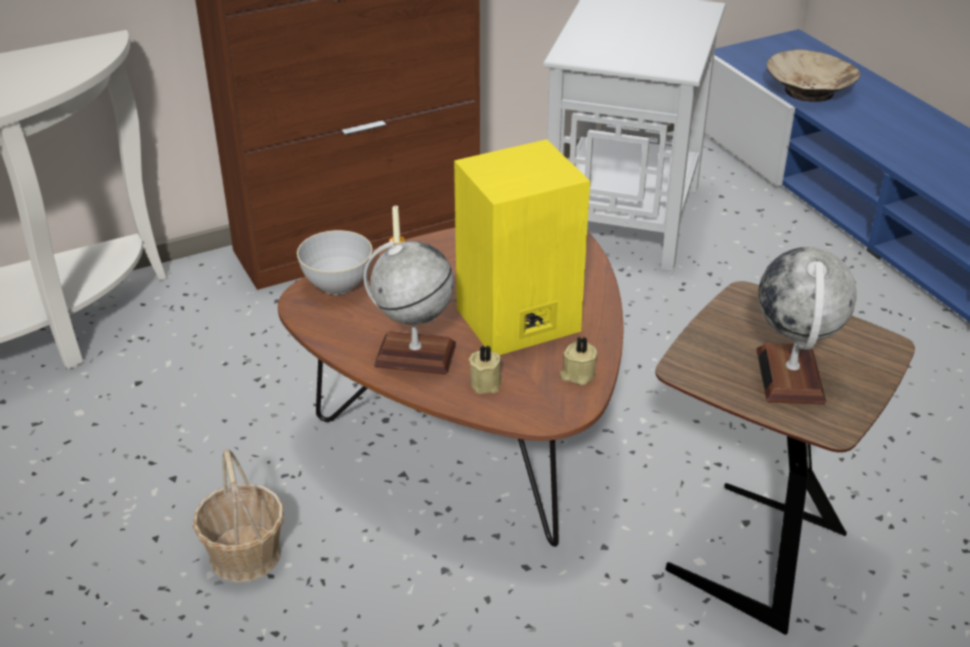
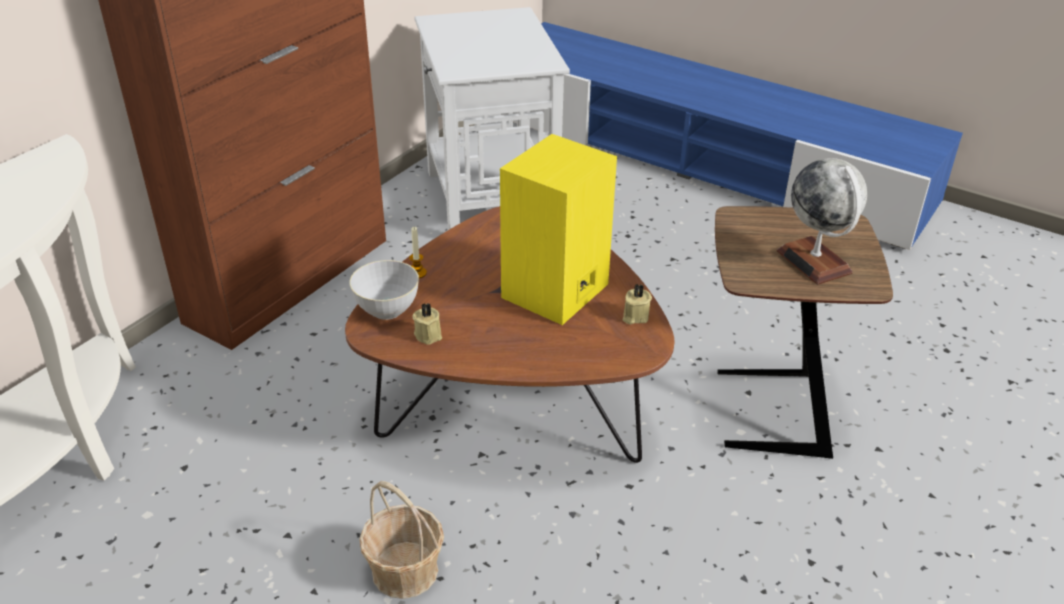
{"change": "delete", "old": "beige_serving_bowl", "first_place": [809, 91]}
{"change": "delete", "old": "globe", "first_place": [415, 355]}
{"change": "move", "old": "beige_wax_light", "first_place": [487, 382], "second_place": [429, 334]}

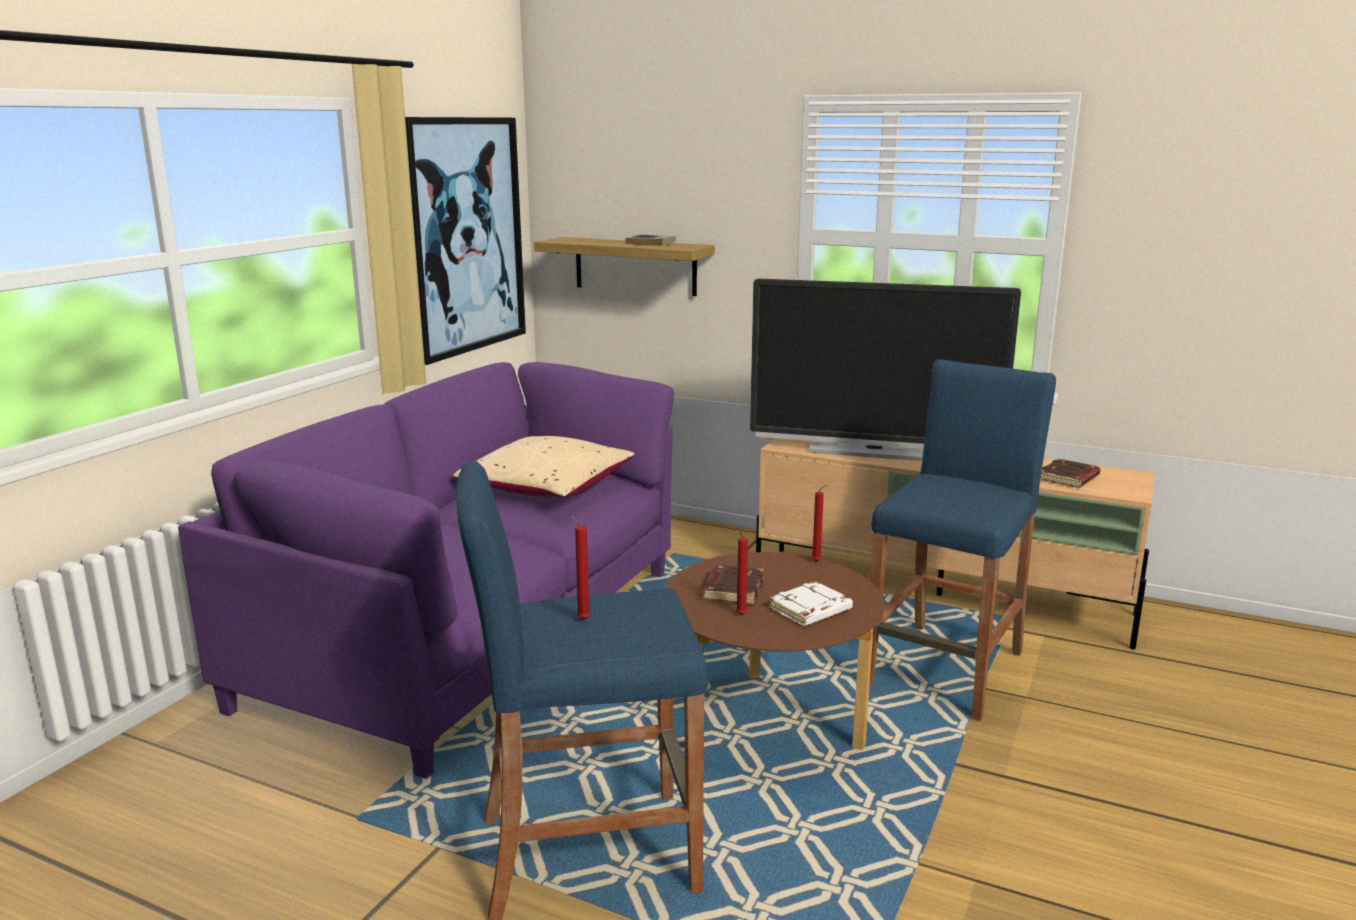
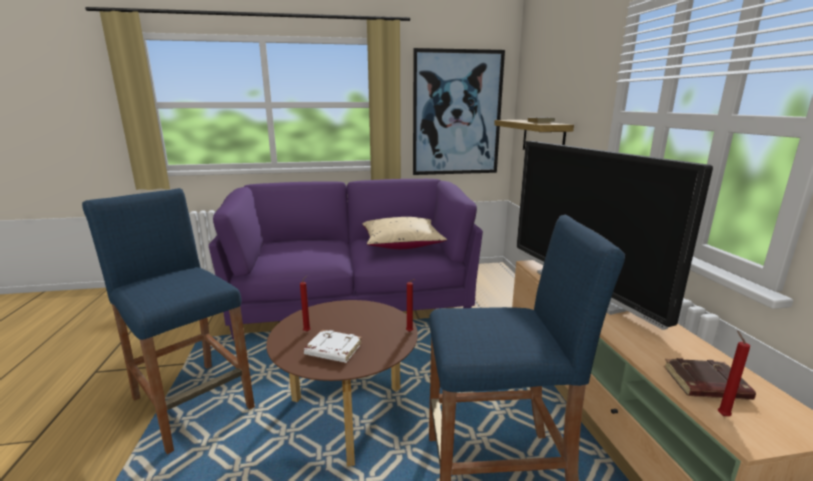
{"change": "move", "old": "reddish_wax_light", "first_place": [581, 619], "second_place": [721, 414]}
{"change": "delete", "old": "brown_bound_book", "first_place": [732, 589]}

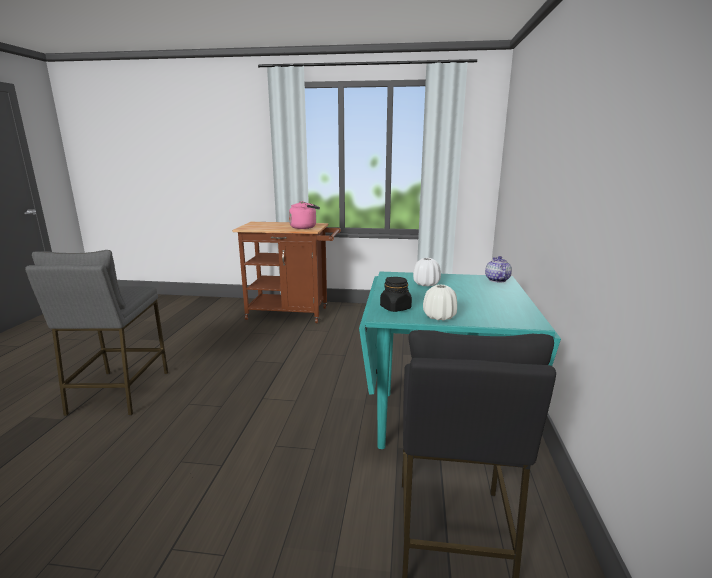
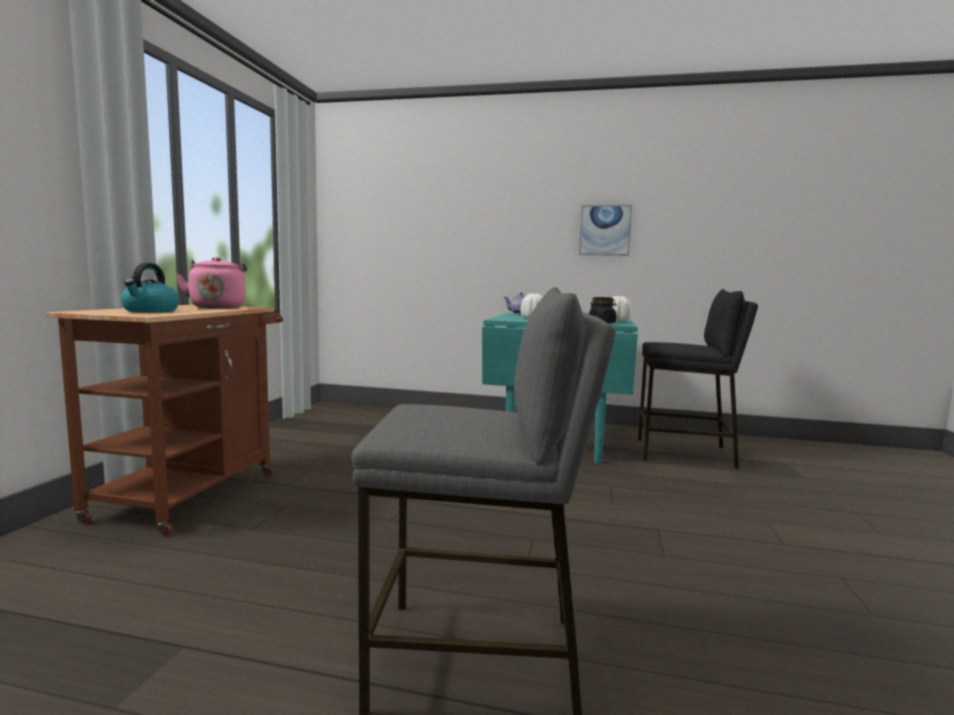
{"change": "insert", "new": "picture", "second_place": [605, 230]}
{"change": "insert", "new": "tea_kettle", "second_place": [150, 311]}

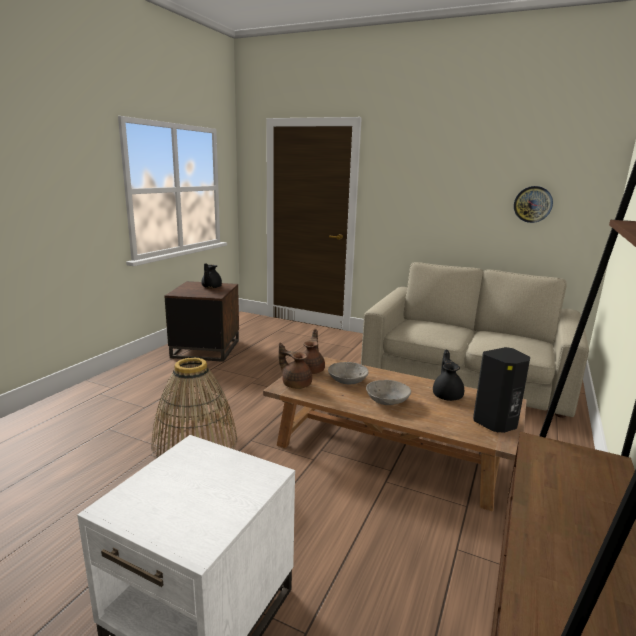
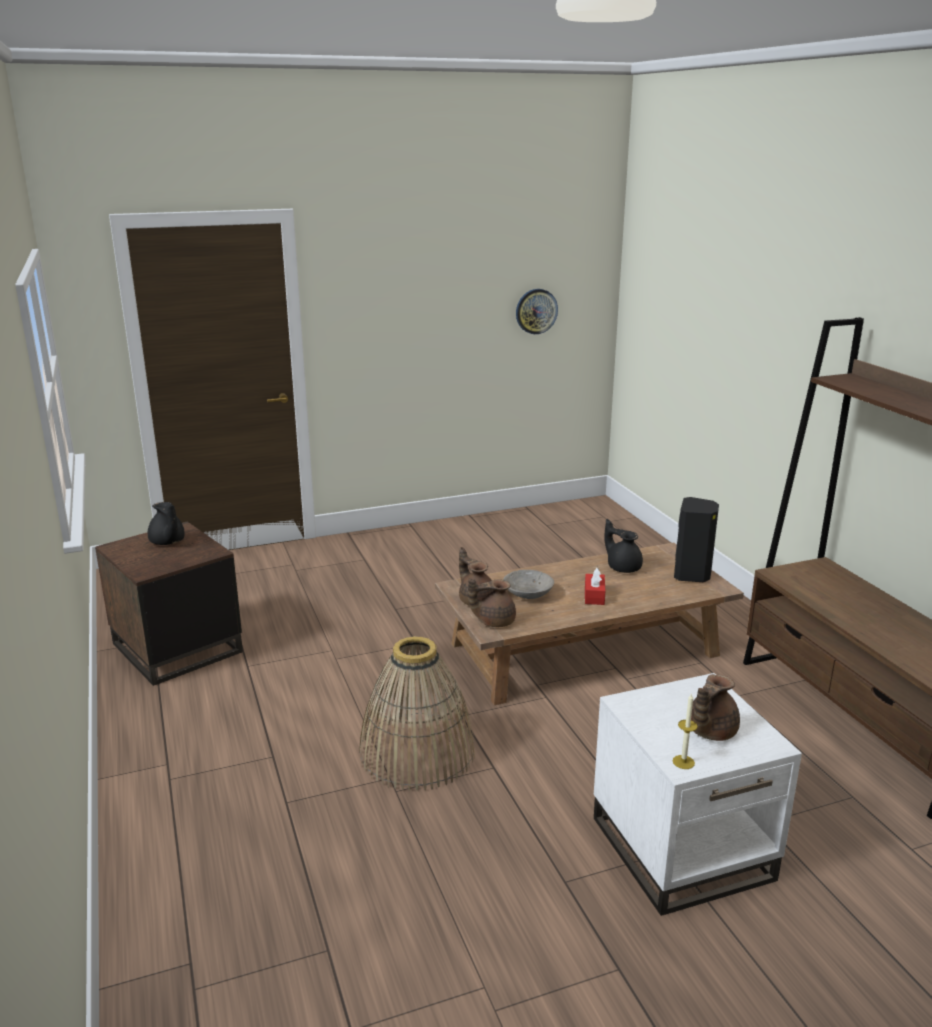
{"change": "delete", "old": "beige_couch", "first_place": [466, 375]}
{"change": "replace", "old": "gray_serving_bowl", "new": "reddish_tissue_box", "first_place": [387, 400], "second_place": [594, 596]}
{"change": "insert", "new": "brown_teapot", "second_place": [709, 731]}
{"change": "insert", "new": "wax_light", "second_place": [683, 762]}

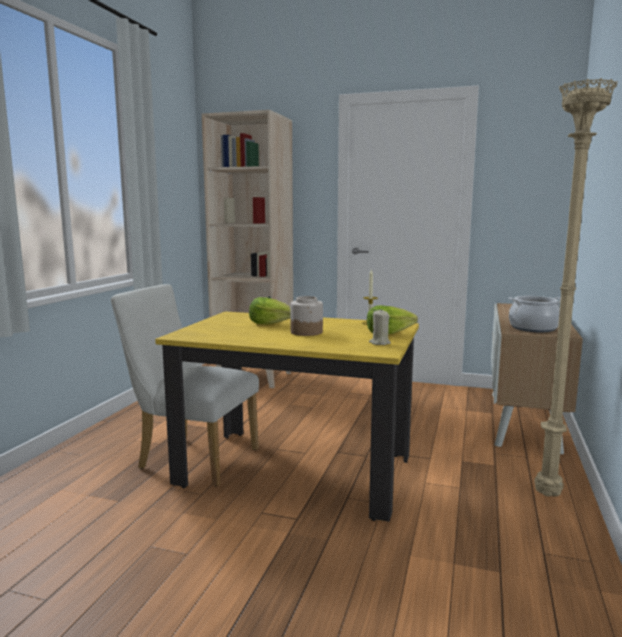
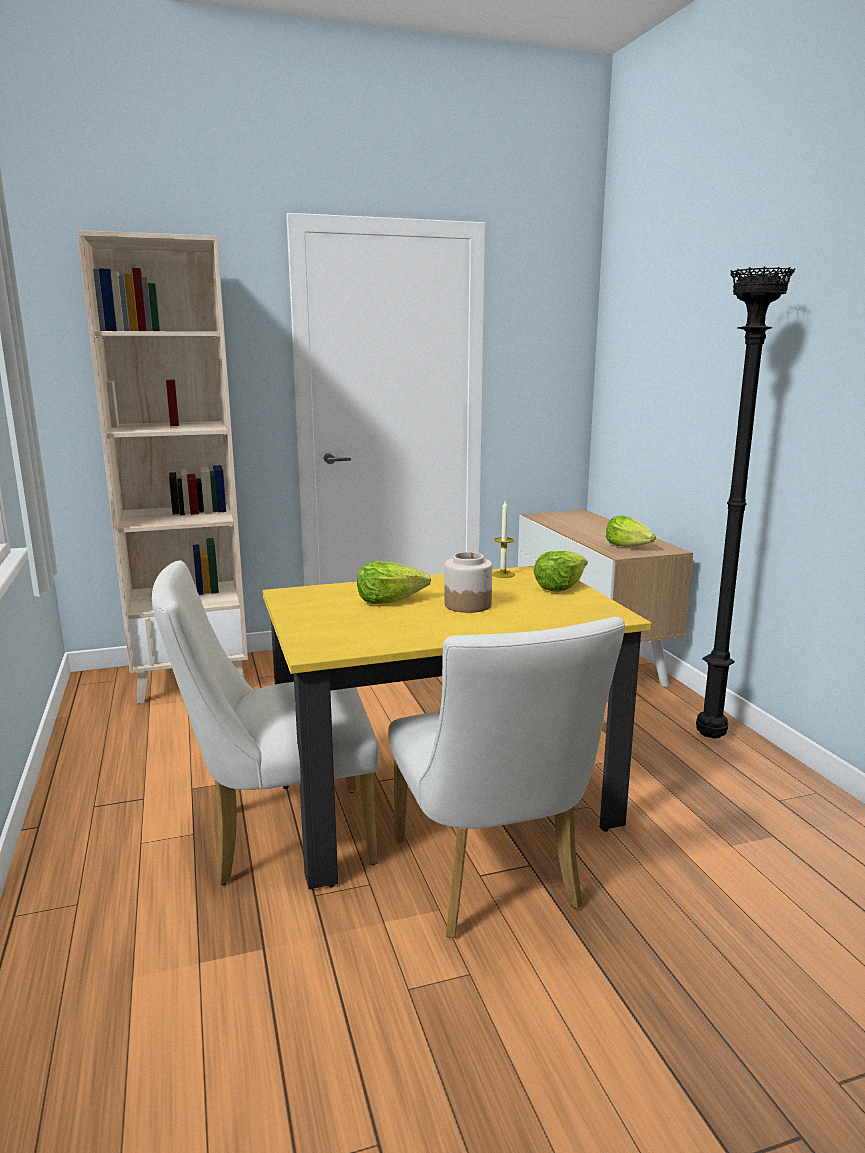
{"change": "recolor", "old": "beige_floor_lamp", "new": "black-coloured_floor_lamp", "first_place": [547, 494], "second_place": [709, 736]}
{"change": "replace", "old": "saucepot", "new": "lettuce_head", "first_place": [533, 328], "second_place": [629, 546]}
{"change": "delete", "old": "beige_wax_light", "first_place": [379, 343]}
{"change": "insert", "new": "white_chair", "second_place": [491, 882]}

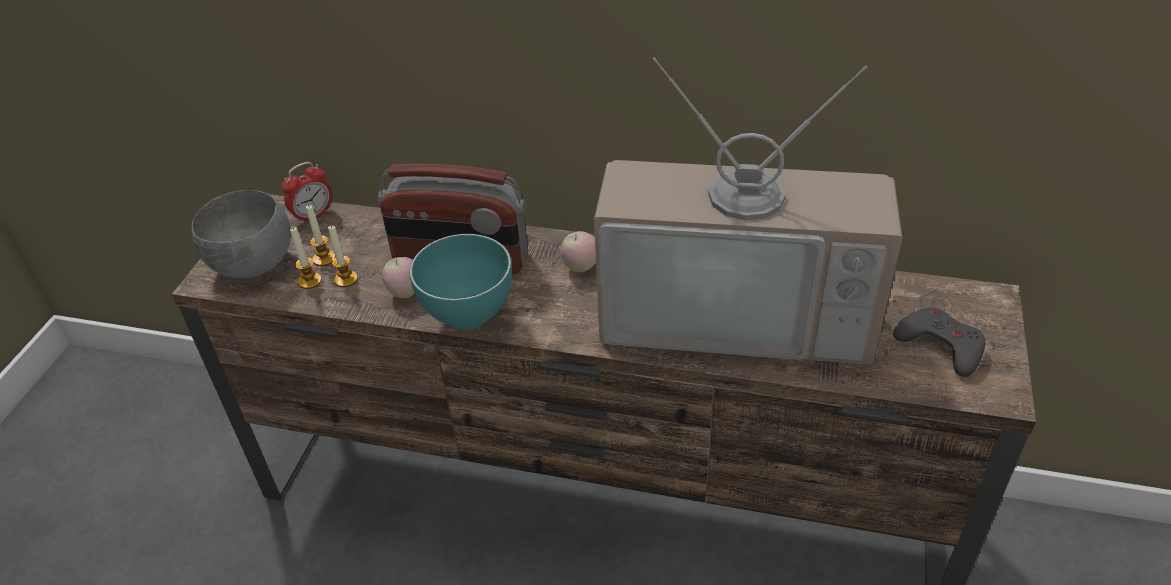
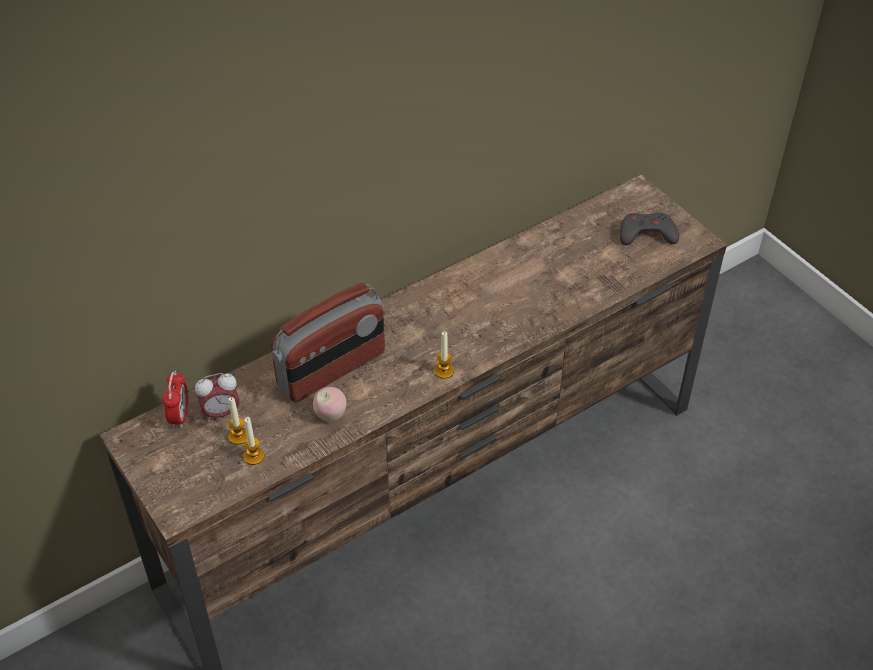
{"change": "delete", "old": "television", "first_place": [737, 310]}
{"change": "delete", "old": "gray_serving_bowl", "first_place": [253, 266]}
{"change": "move", "old": "wax_light", "first_place": [346, 279], "second_place": [444, 371]}
{"change": "delete", "old": "whole_apple", "first_place": [580, 267]}
{"change": "delete", "old": "turquoise_serving_bowl", "first_place": [469, 317]}
{"change": "insert", "new": "bedside_clock", "second_place": [221, 413]}

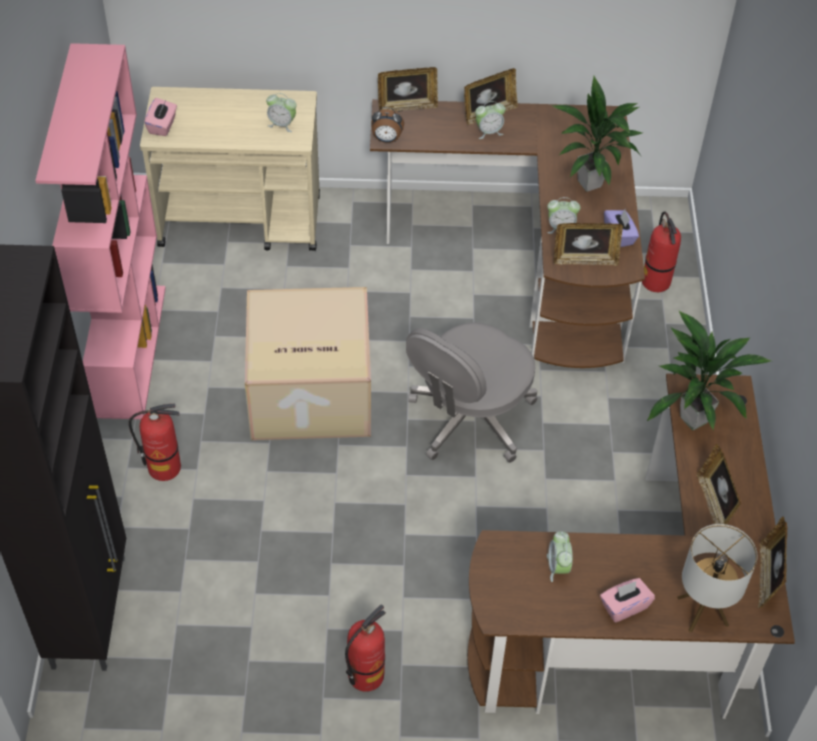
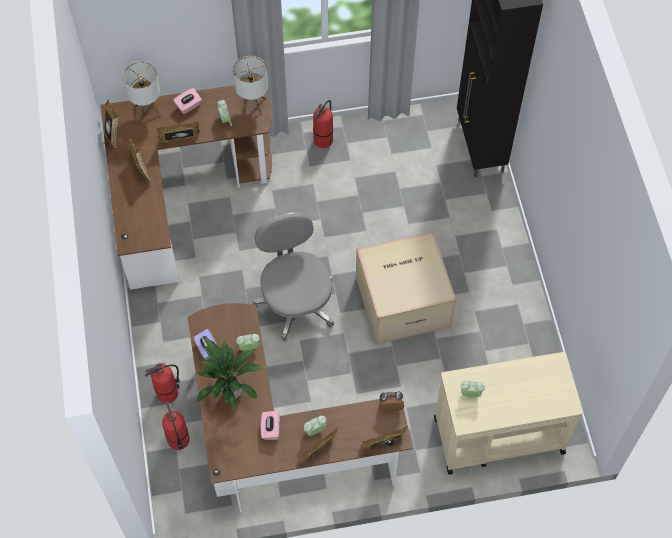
{"change": "delete", "old": "pinkish_shelving_unit", "first_place": [130, 349]}
{"change": "move", "old": "pinkish_tissue_box", "first_place": [162, 126], "second_place": [270, 429]}
{"change": "move", "old": "picture_frame", "first_place": [585, 260], "second_place": [180, 140]}
{"change": "delete", "old": "plant_in_a_pot", "first_place": [693, 418]}
{"change": "rotate", "old": "gray_office_chair", "first_place": [469, 419], "second_place": [295, 301], "degrees": -45}
{"change": "move", "old": "extinguisher", "first_place": [164, 468], "second_place": [167, 394]}
{"change": "insert", "new": "table_lamp", "second_place": [253, 105]}

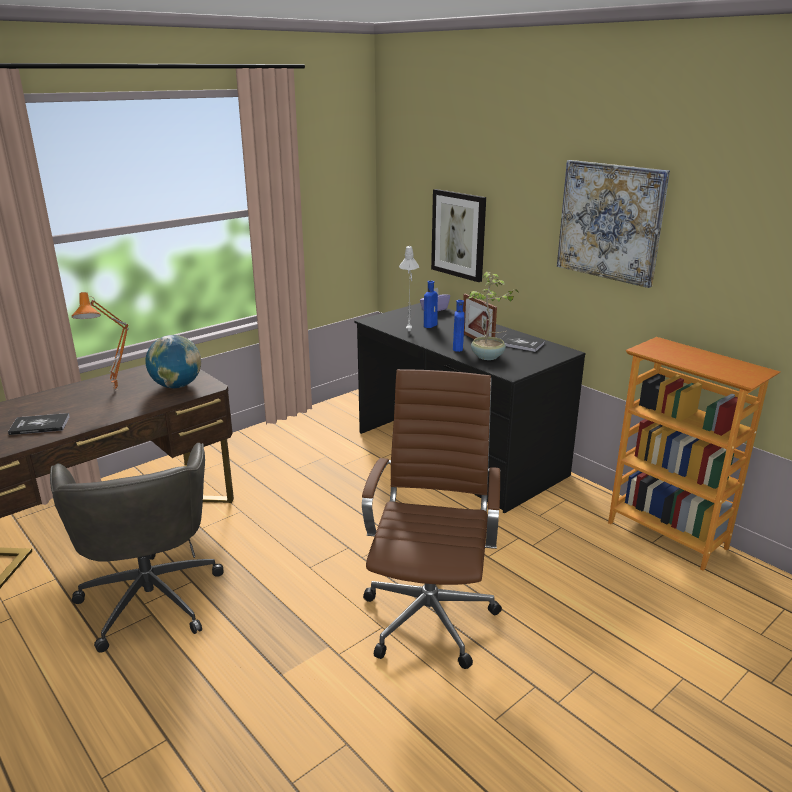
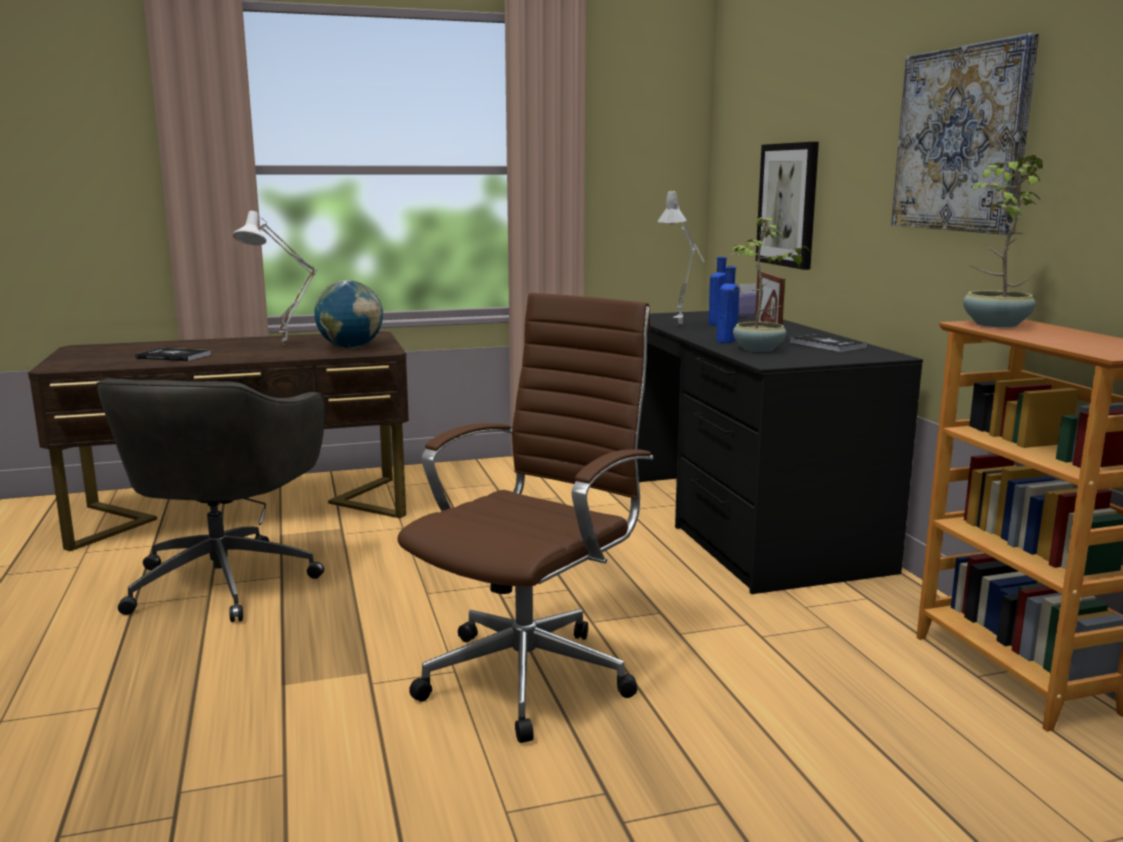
{"change": "recolor", "old": "orange-coloured_table_lamp", "new": "white_table_lamp", "first_place": [117, 391], "second_place": [285, 345]}
{"change": "insert", "new": "plant_in_a_pot", "second_place": [994, 324]}

